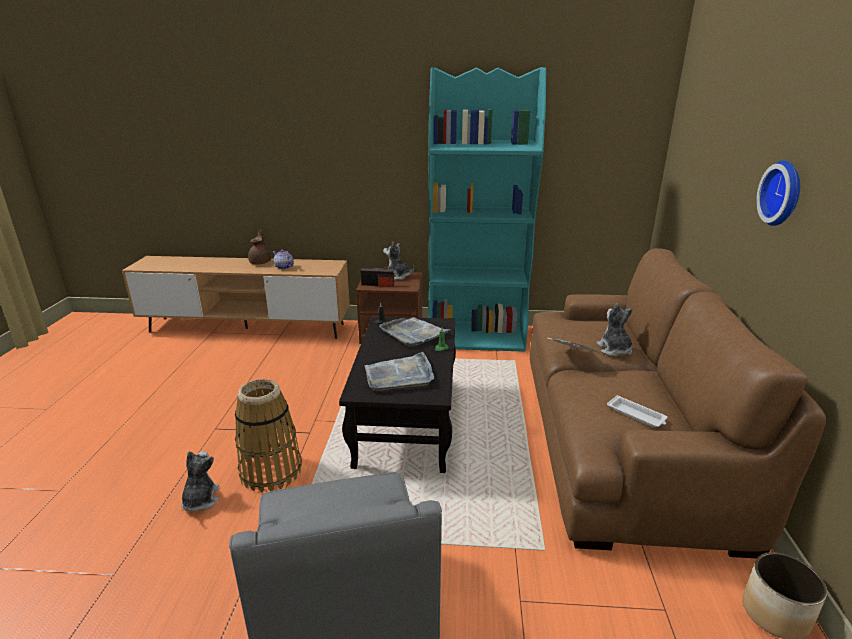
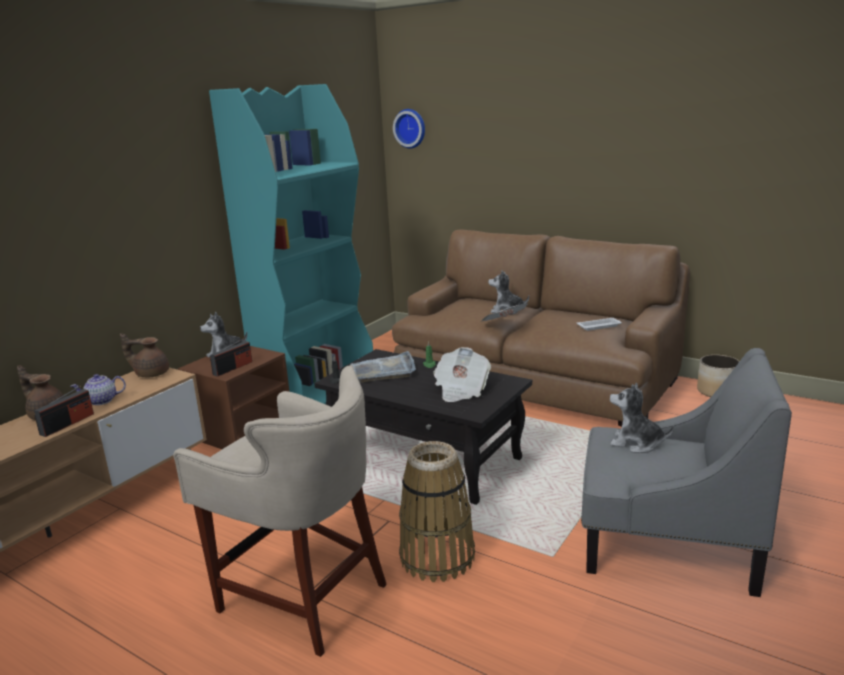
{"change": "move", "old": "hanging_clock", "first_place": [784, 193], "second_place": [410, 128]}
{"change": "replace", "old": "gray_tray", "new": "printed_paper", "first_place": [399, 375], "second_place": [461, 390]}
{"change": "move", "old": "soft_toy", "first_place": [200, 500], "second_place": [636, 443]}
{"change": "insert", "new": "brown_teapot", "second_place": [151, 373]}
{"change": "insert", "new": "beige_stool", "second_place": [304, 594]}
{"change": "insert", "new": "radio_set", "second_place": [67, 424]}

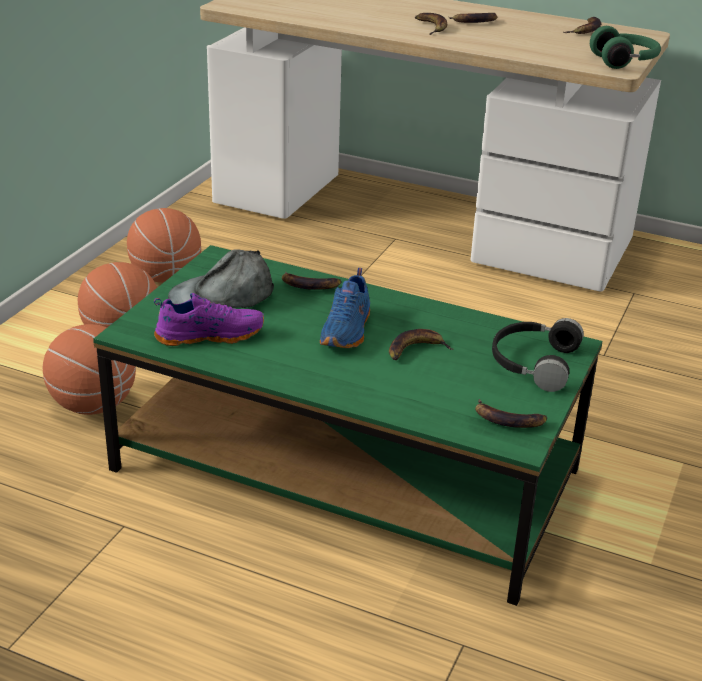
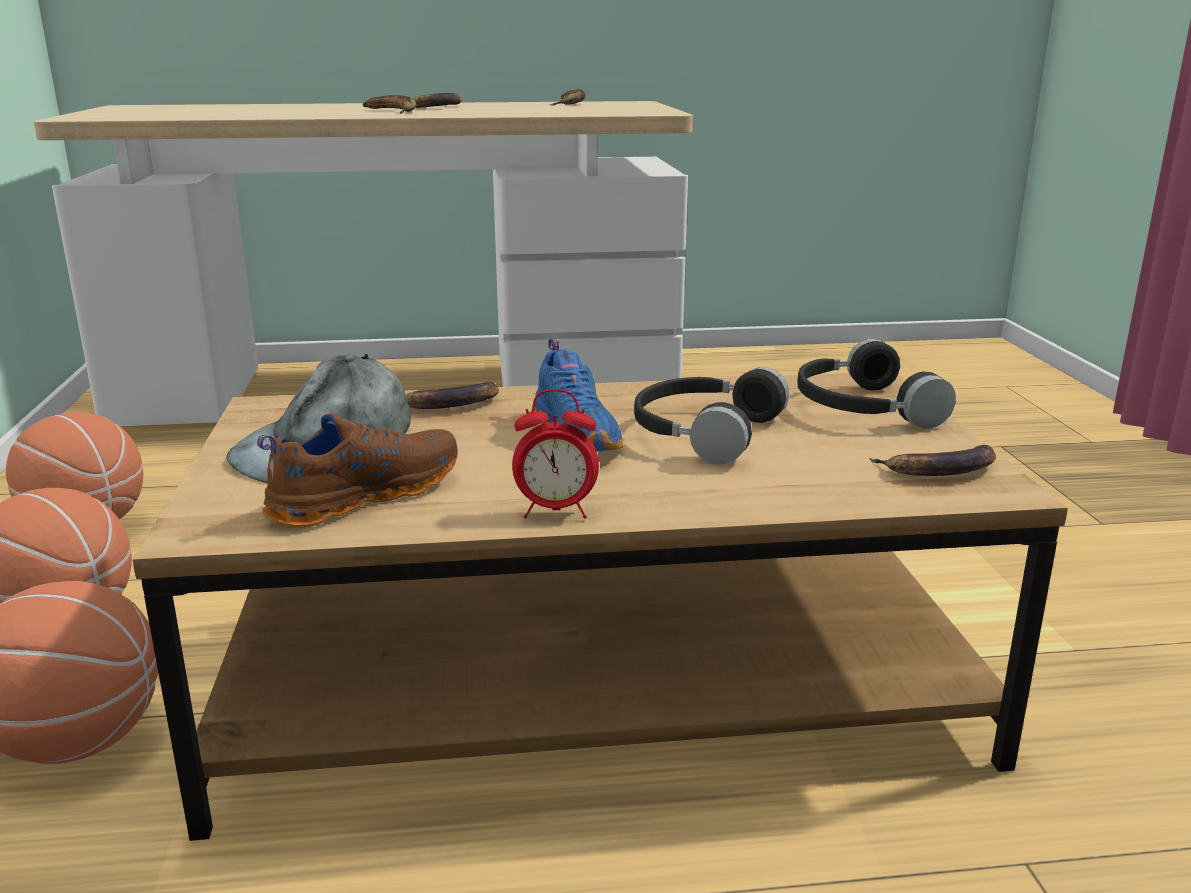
{"change": "delete", "old": "green_headset", "first_place": [625, 62]}
{"change": "recolor", "old": "green_lounge_table", "new": "brown_lounge_table", "first_place": [346, 469], "second_place": [595, 681]}
{"change": "recolor", "old": "purple_low_shoe", "new": "brown_low_shoe", "first_place": [209, 335], "second_place": [363, 495]}
{"change": "replace", "old": "banana_fruit", "new": "black-coloured_headset", "first_place": [415, 350], "second_place": [702, 432]}
{"change": "insert", "new": "bedside_clock", "second_place": [556, 511]}

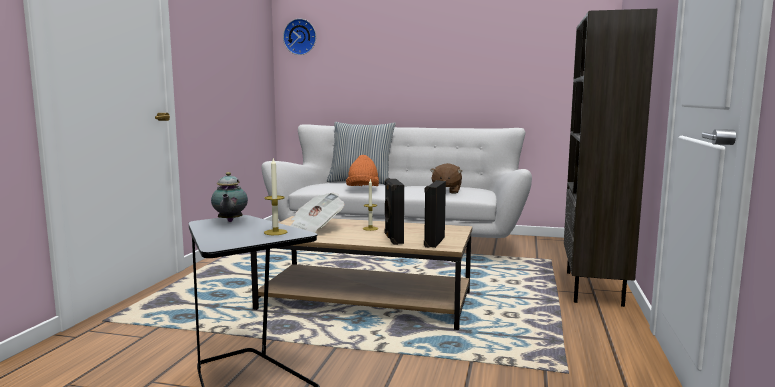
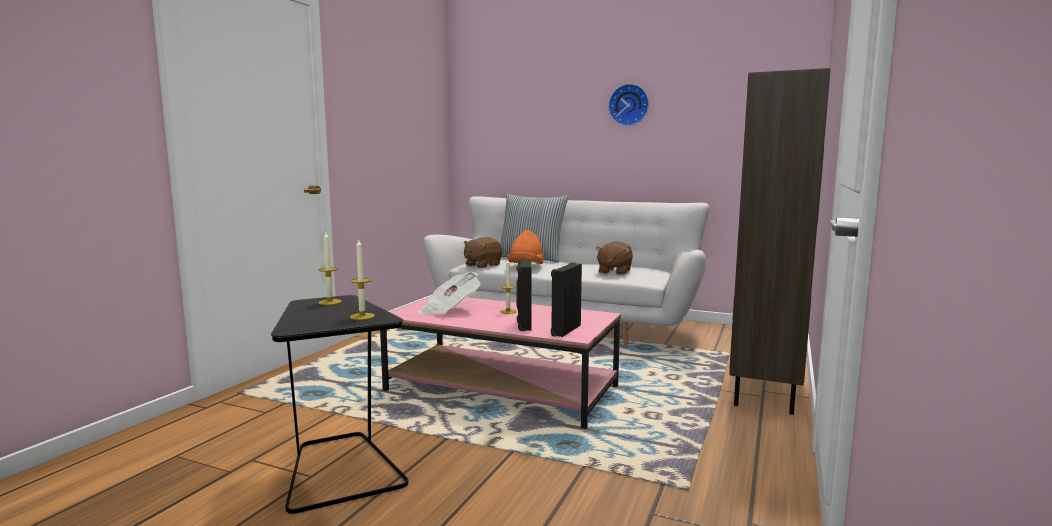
{"change": "move", "old": "hanging_clock", "first_place": [300, 37], "second_place": [629, 105]}
{"change": "replace", "old": "teapot", "new": "wax_light", "first_place": [229, 221], "second_place": [330, 302]}
{"change": "recolor", "old": "brown_lounge_table", "new": "pinkish_lounge_table", "first_place": [366, 301], "second_place": [502, 389]}
{"change": "insert", "new": "brown_soft_toy", "second_place": [482, 265]}

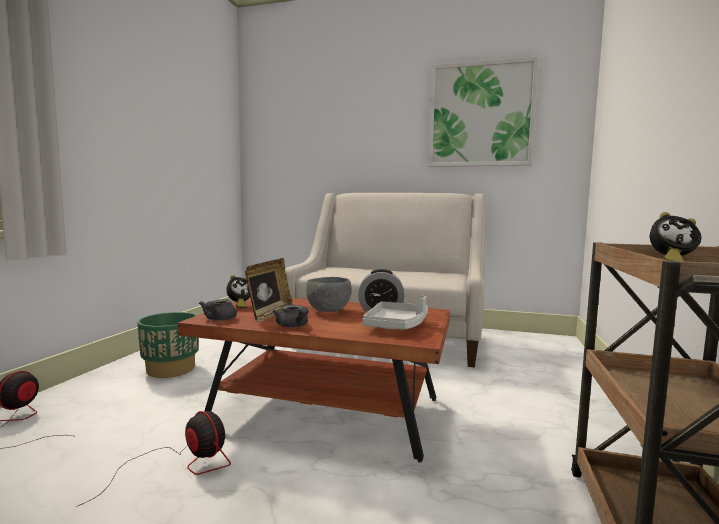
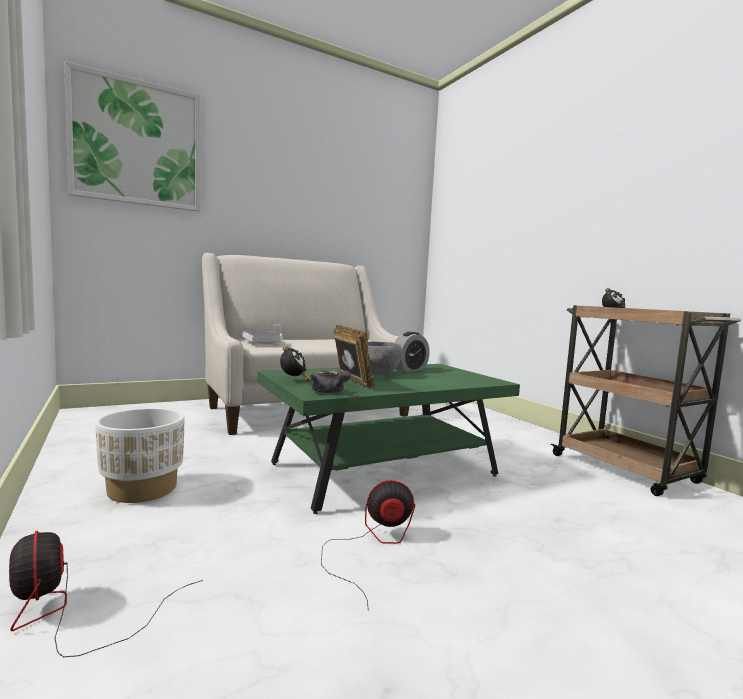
{"change": "move", "old": "picture", "first_place": [480, 115], "second_place": [137, 143]}
{"change": "move", "old": "gray_tray", "first_place": [396, 325], "second_place": [264, 344]}
{"change": "recolor", "old": "brown_lounge_table", "new": "green_lounge_table", "first_place": [325, 412], "second_place": [384, 470]}
{"change": "delete", "old": "gray_teapot", "first_place": [293, 326]}
{"change": "recolor", "old": "green_planter", "new": "white_planter", "first_place": [170, 369], "second_place": [142, 489]}

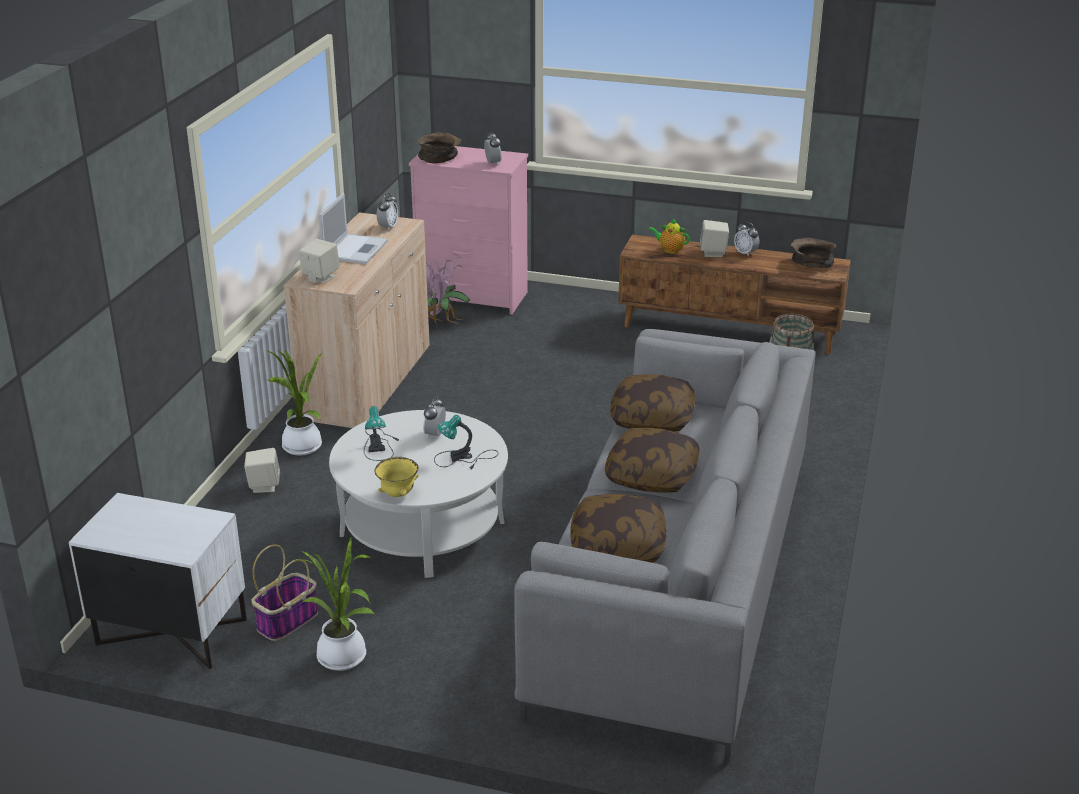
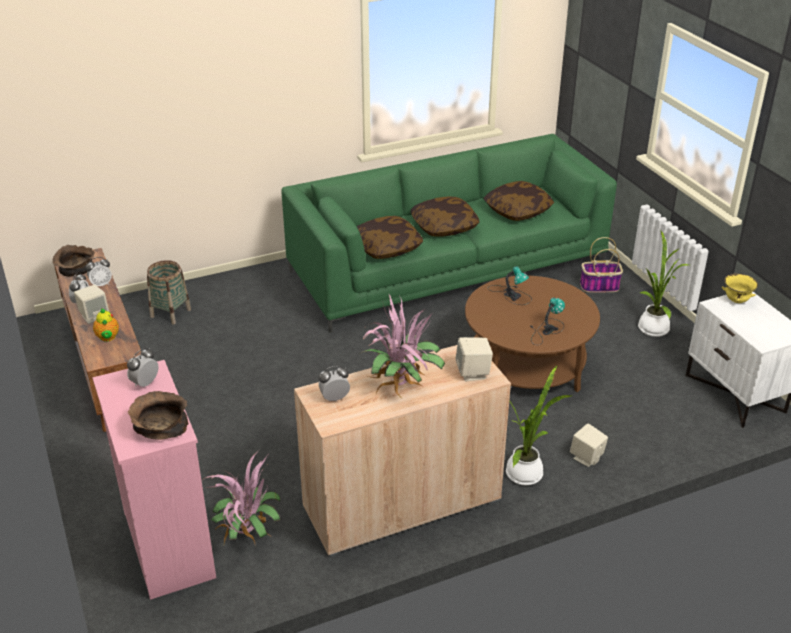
{"change": "replace", "old": "laptop", "new": "plant_in_a_pot", "first_place": [355, 249], "second_place": [401, 388]}
{"change": "recolor", "old": "gray_couch", "new": "green_couch", "first_place": [676, 579], "second_place": [448, 267]}
{"change": "move", "old": "bedside_clock", "first_place": [435, 434], "second_place": [101, 284]}
{"change": "recolor", "old": "white_lounge_table", "new": "brown_lounge_table", "first_place": [422, 528], "second_place": [527, 364]}
{"change": "move", "old": "yellow_serving_bowl", "first_place": [398, 494], "second_place": [736, 301]}
{"change": "move", "old": "household_basket", "first_place": [287, 620], "second_place": [599, 286]}

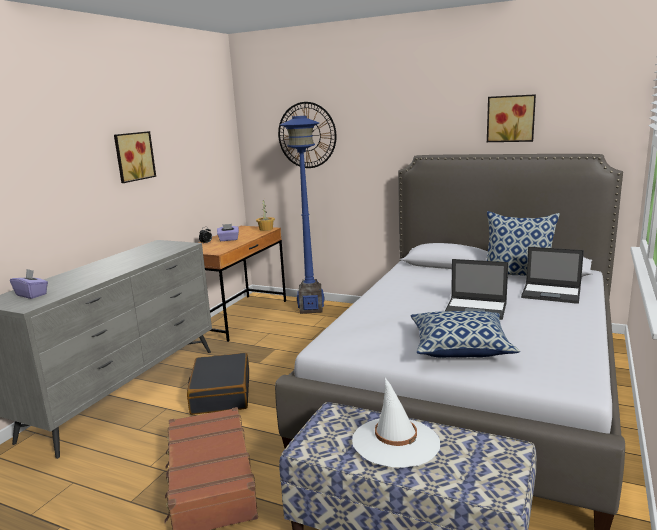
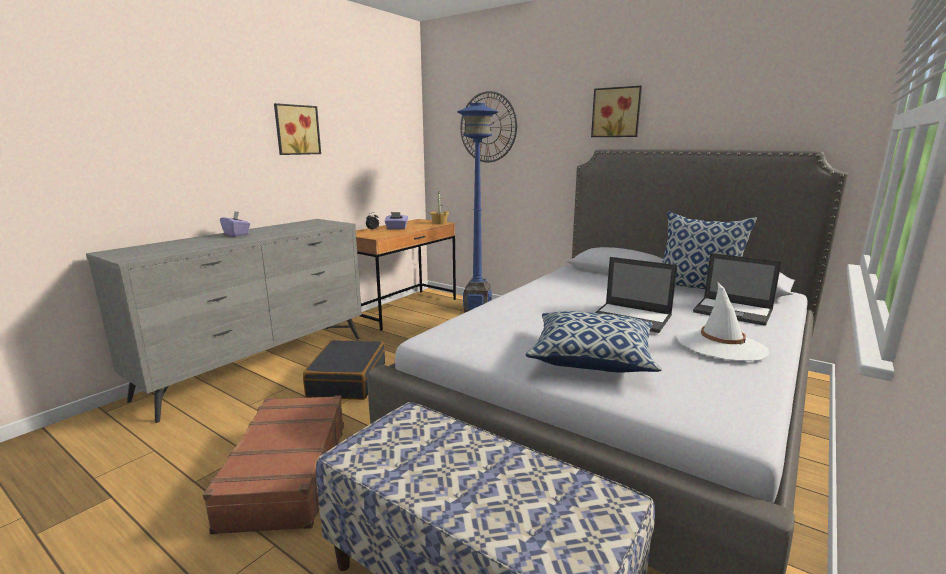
{"change": "move", "old": "picture", "first_place": [511, 118], "second_place": [616, 112]}
{"change": "move", "old": "purple_tissue_box", "first_place": [32, 295], "second_place": [236, 234]}
{"change": "move", "old": "white_wearable_hat", "first_place": [395, 442], "second_place": [721, 345]}

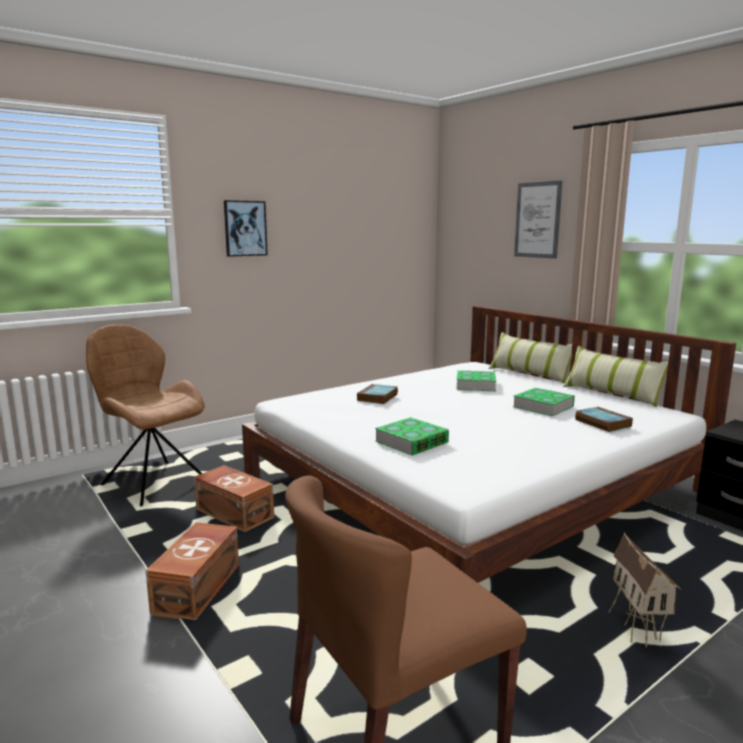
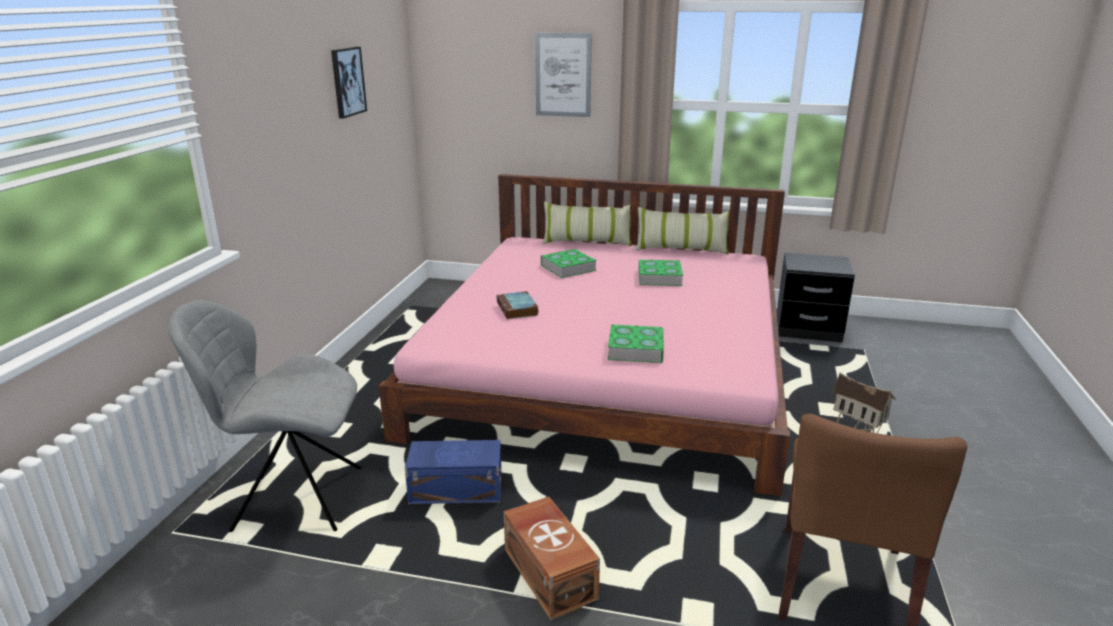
{"change": "move", "old": "picture", "first_place": [245, 228], "second_place": [347, 82]}
{"change": "recolor", "old": "white_bed", "new": "pinkish_bed", "first_place": [469, 483], "second_place": [607, 368]}
{"change": "recolor", "old": "brown_chair", "new": "gray_chair", "first_place": [153, 482], "second_place": [293, 498]}
{"change": "delete", "old": "bound_book", "first_place": [601, 422]}
{"change": "recolor", "old": "brown_storage_box", "new": "blue-coloured_storage_box", "first_place": [235, 514], "second_place": [455, 489]}

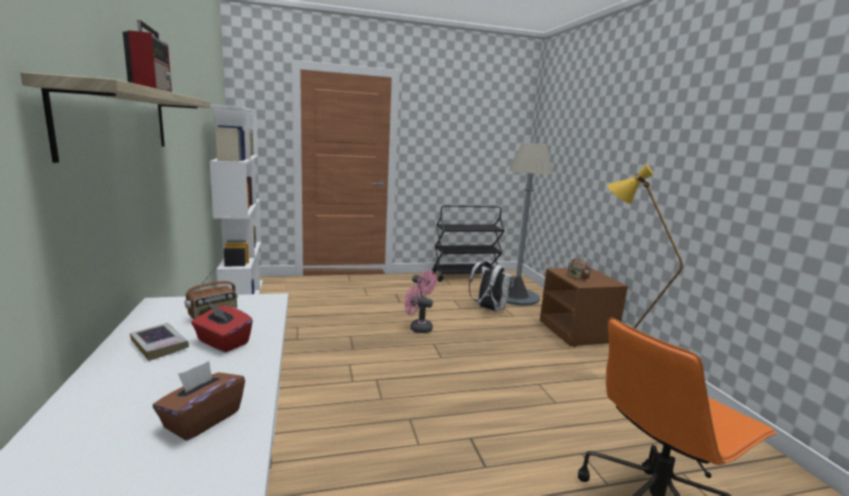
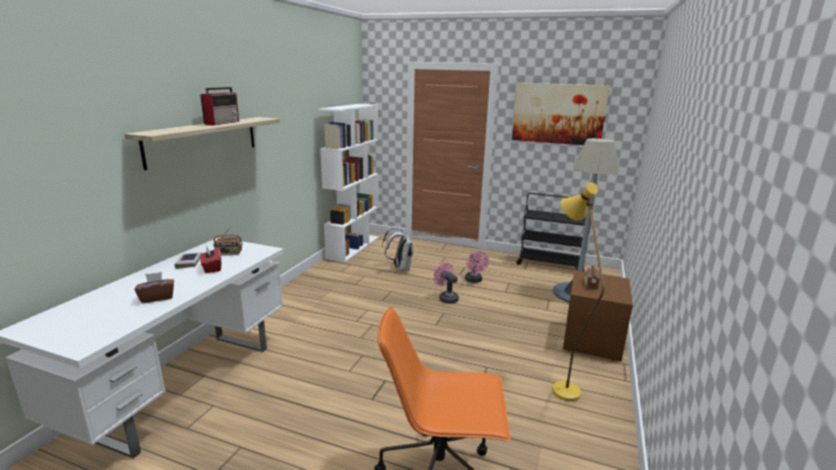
{"change": "move", "old": "white_backpack", "first_place": [489, 309], "second_place": [400, 268]}
{"change": "insert", "new": "picture", "second_place": [558, 114]}

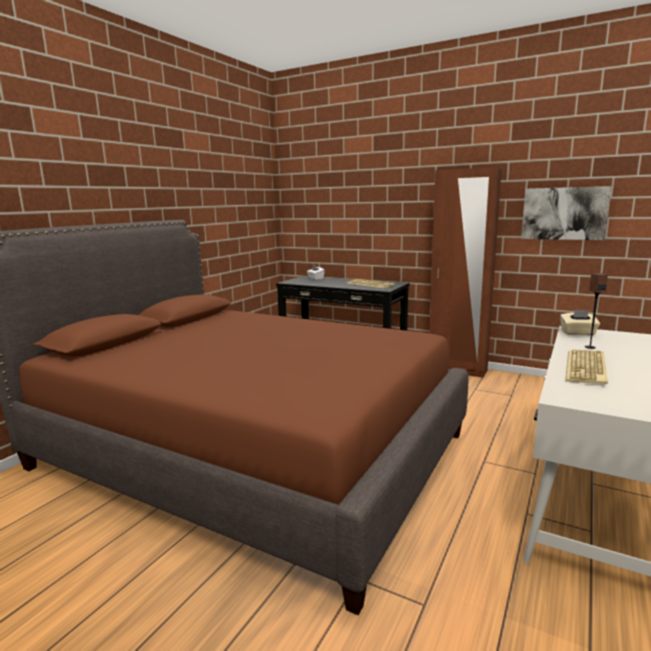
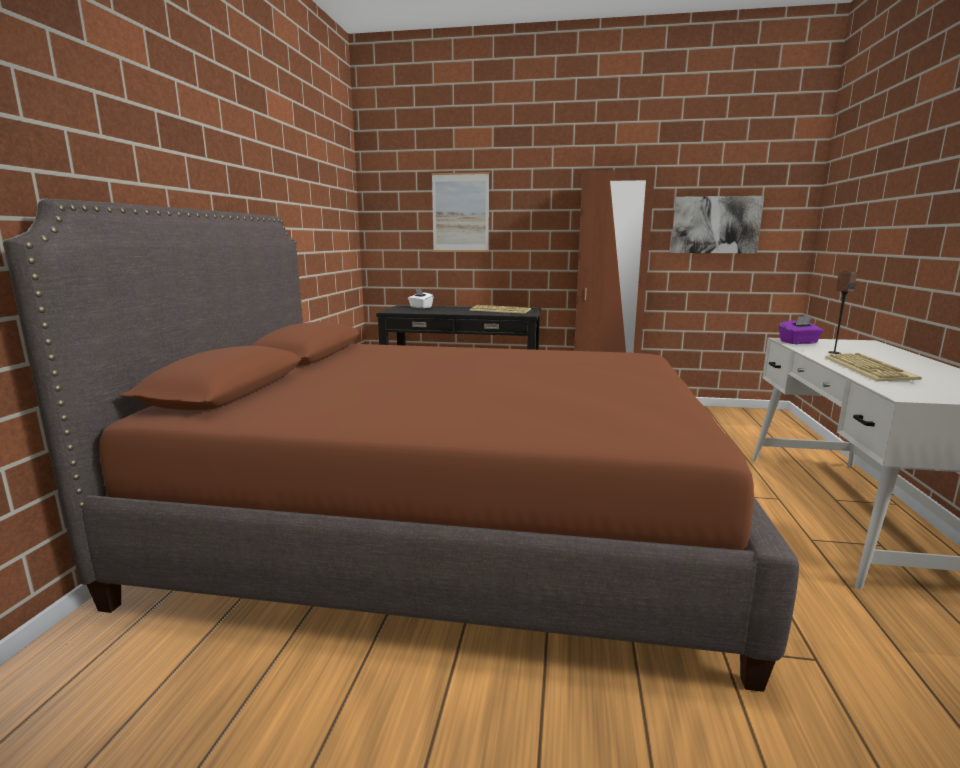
{"change": "recolor", "old": "beige_tissue_box", "new": "purple_tissue_box", "first_place": [578, 333], "second_place": [798, 342]}
{"change": "insert", "new": "picture", "second_place": [460, 213]}

